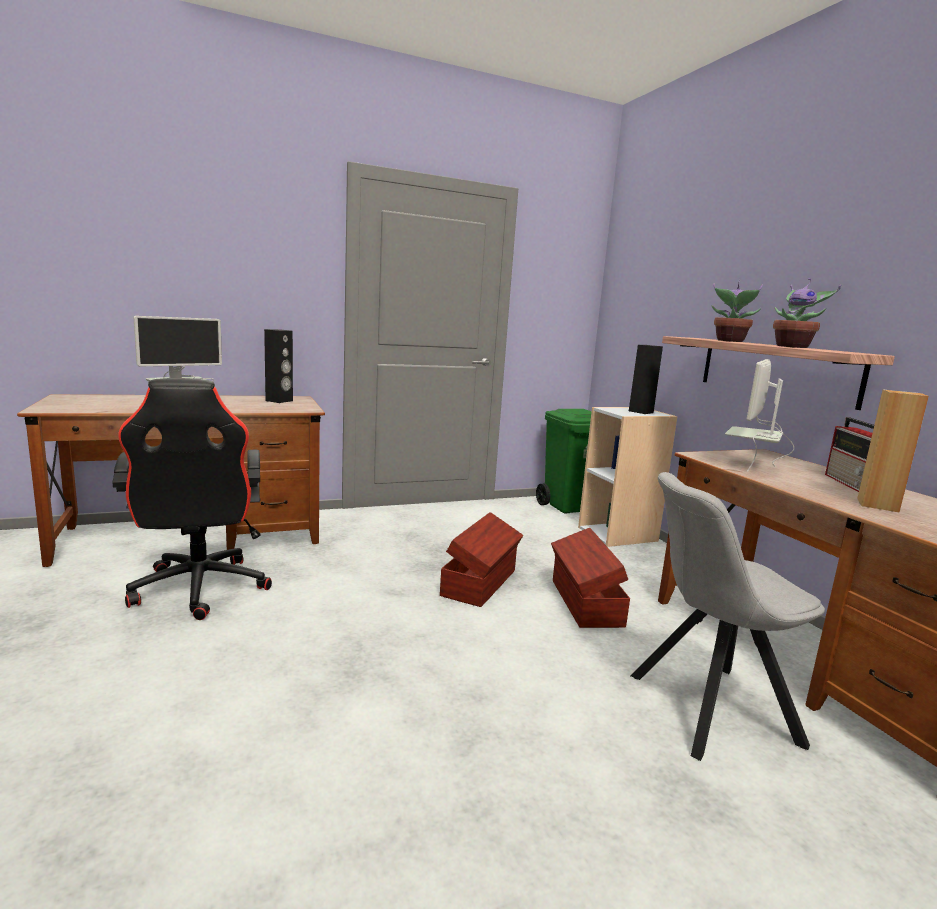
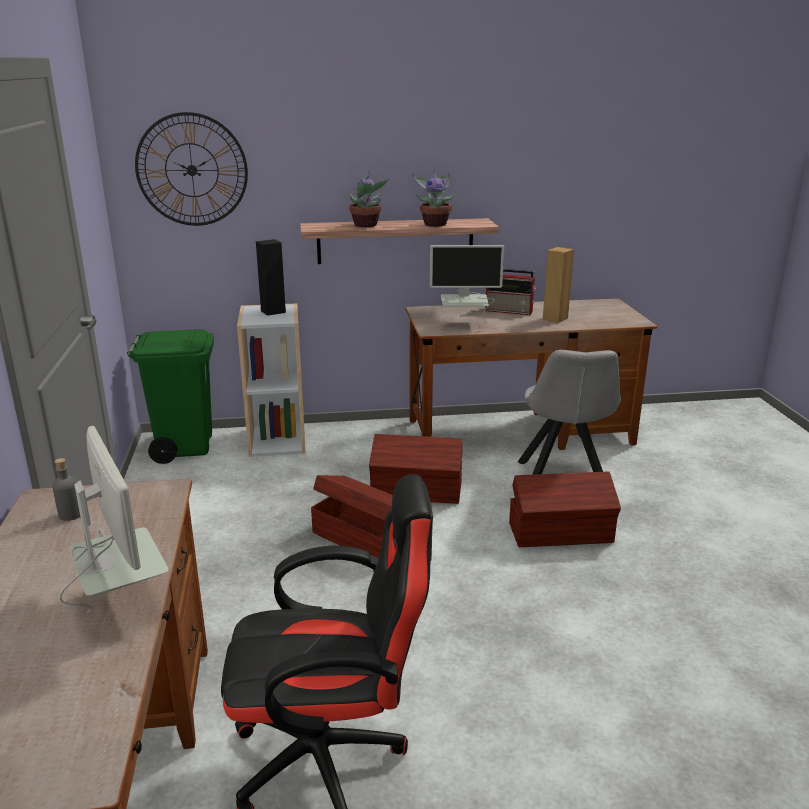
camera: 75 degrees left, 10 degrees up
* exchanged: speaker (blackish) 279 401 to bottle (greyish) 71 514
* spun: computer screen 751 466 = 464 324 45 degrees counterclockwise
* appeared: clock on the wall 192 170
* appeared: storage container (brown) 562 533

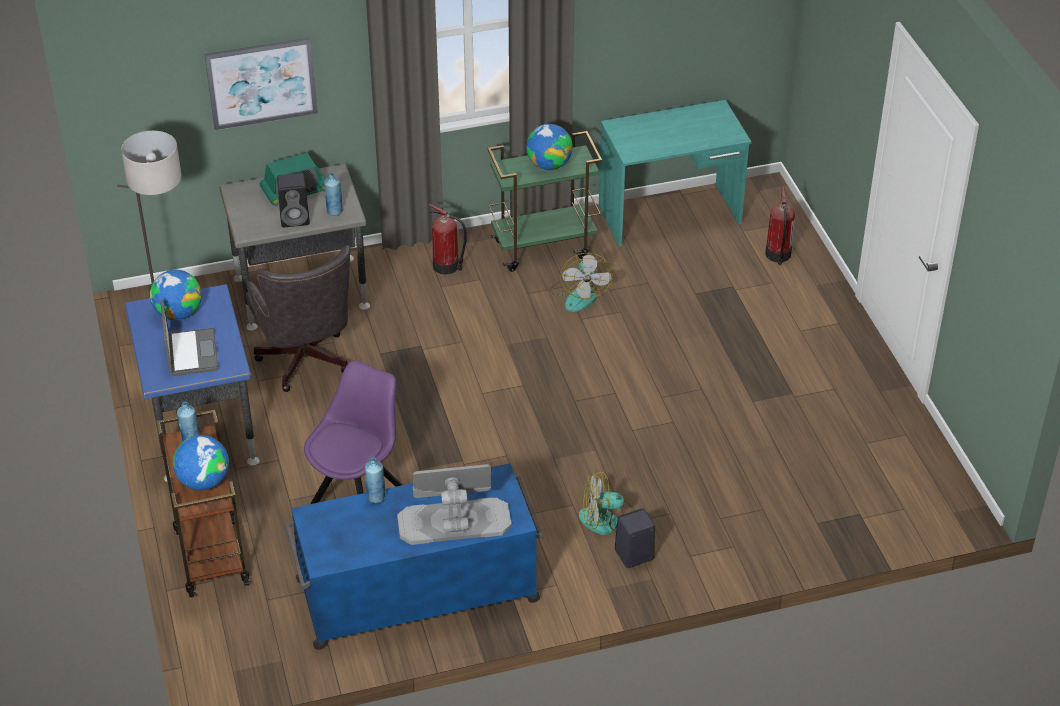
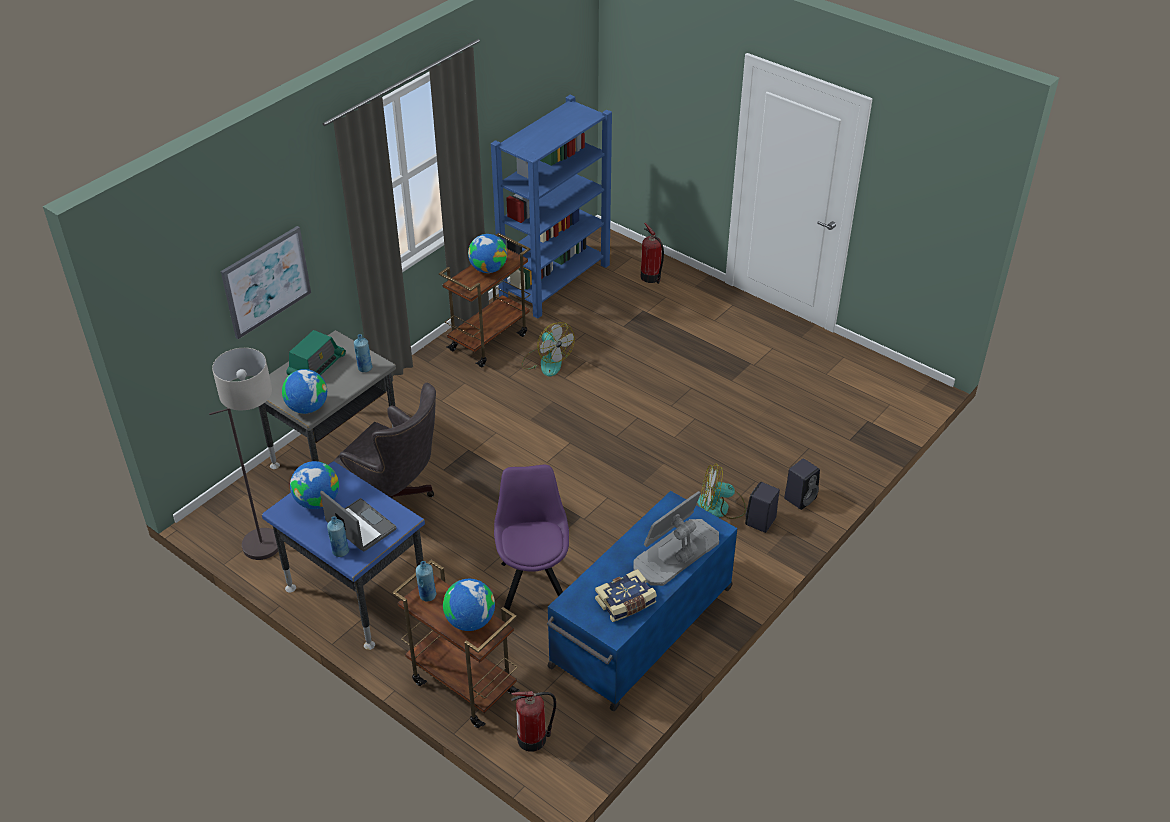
camera: 35 degrees left, 0 degrees up
* exchanged: desk unit (turquoise-coloured) 670 215 to bookshelf (blue) 555 281
* colour: trolley (green-coloured) 544 249 to trolley (brown) 490 341
* relocated: speaker (blackish) 296 218 to 800 497
* relocated: extinguisher 447 266 to 533 738
* relocated: bottle (blue) 376 497 to 340 551
* spun: cooling fan 608 521 = 721 507 45 degrees clockwise
* appeared: world globe 307 408
* appeared: volume 626 603

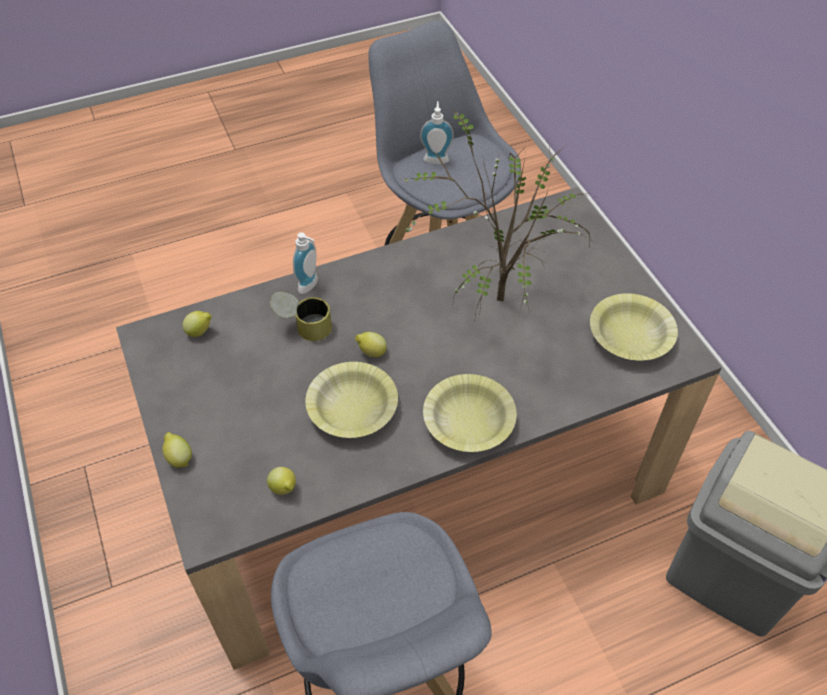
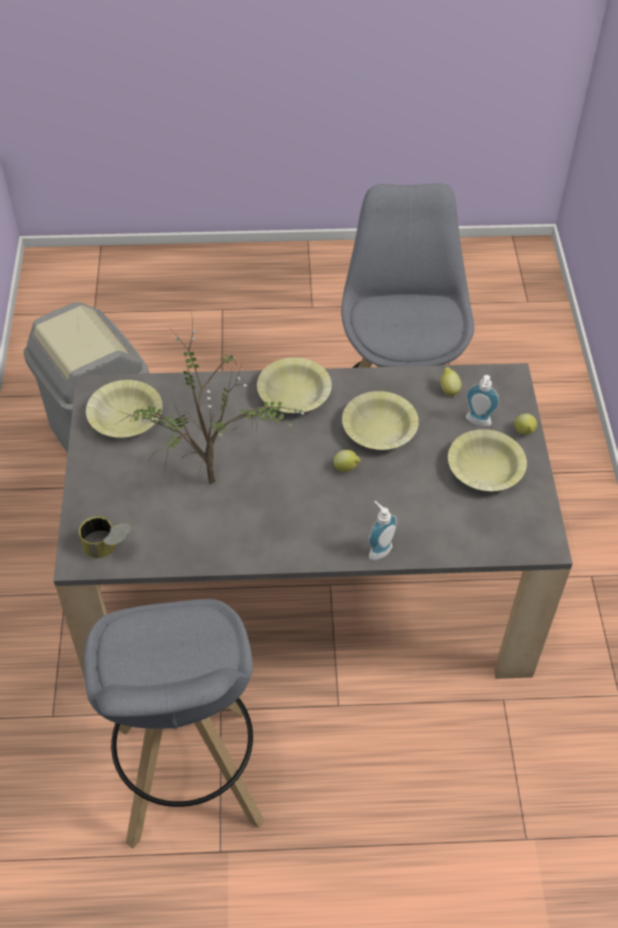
camera: 160 degrees left, 0 degrees up
* relocated: soap dispenser 436 158 to 477 422
* relocated: can 303 327 to 108 548
* missing: lemon 200 331
* appeared: bowl (yellow-coloured) 485 469

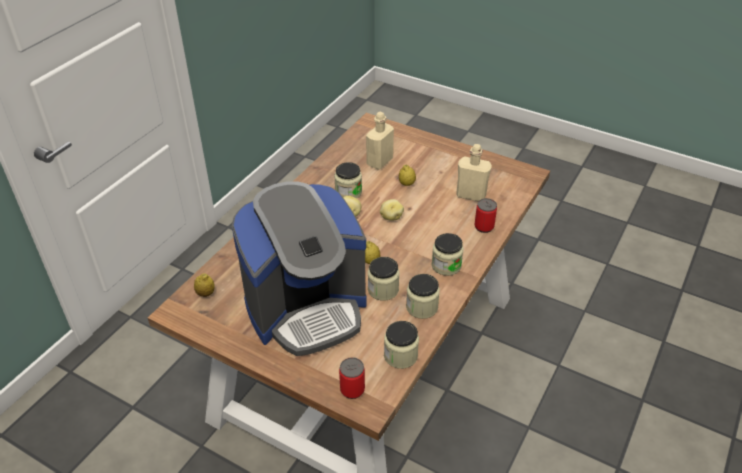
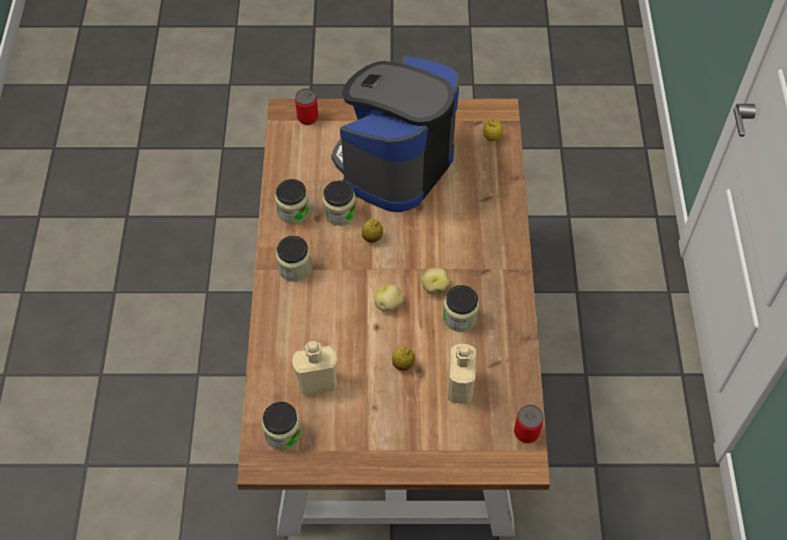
camera: 150 degrees right, 15 degrees up
* relocated: can 484 227 to 526 432
* relocated: preserve jar 400 355 to 283 433

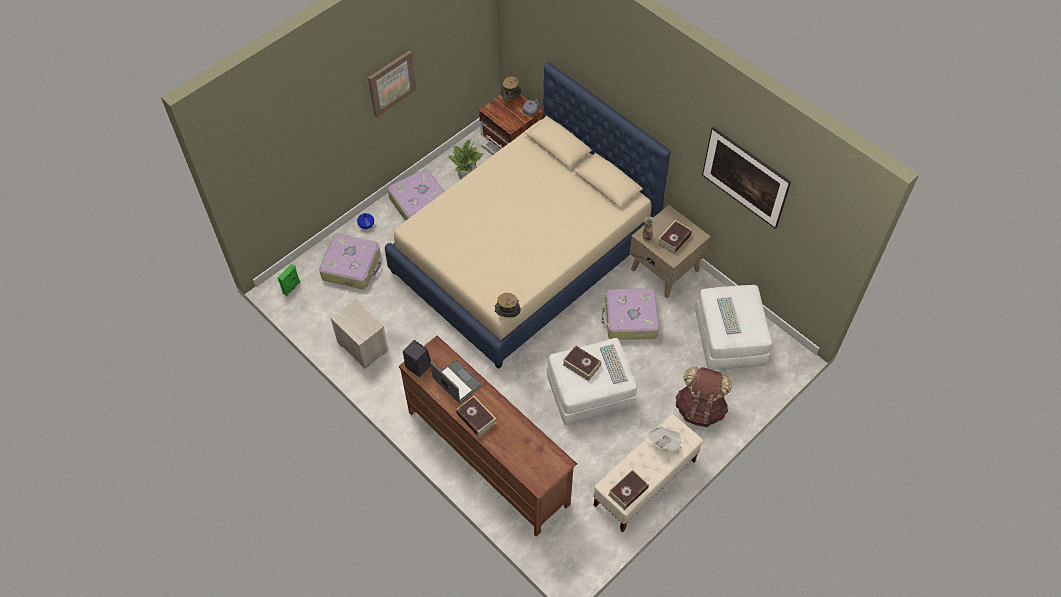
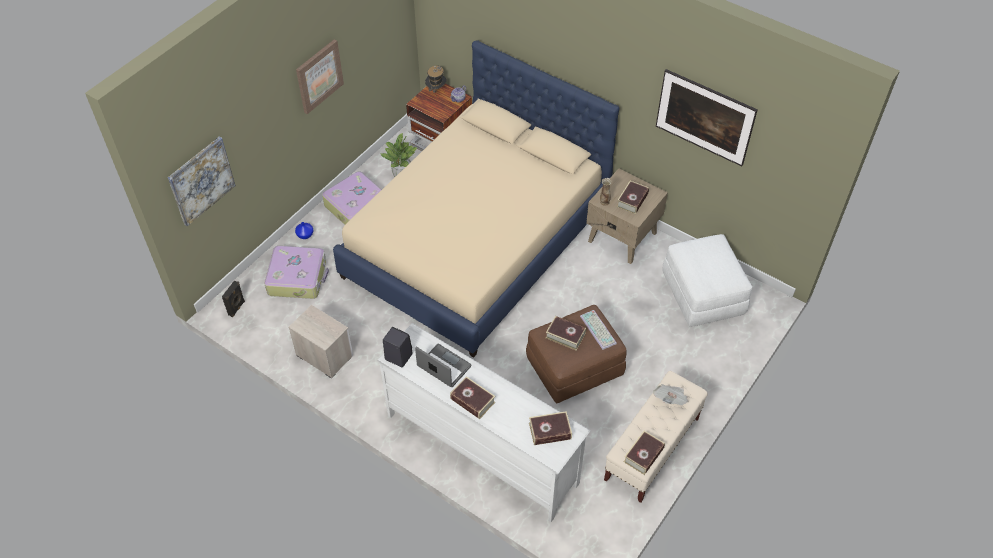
camera: 10 degrees left, 5 degrees down
* colour: speaker (green-coloured) 292 288 to speaker (blackish) 237 308
* missing: piece of luggage 630 319
* missing: wearable hat 507 315
* missing: PC keyboard 730 316
* colour: dresser (brown) 488 457 to dresser (white) 482 448
* colour: pouffe (white) 590 392 to pouffe (brown) 574 366
* missing: backpack (brown) 700 409
* appeared: wall art 201 181
* appeared: volume 550 431

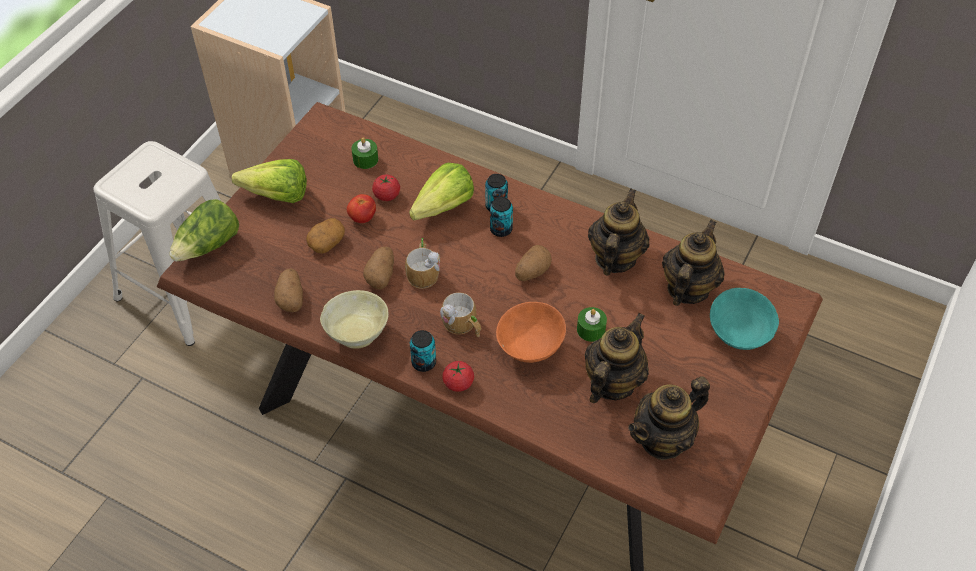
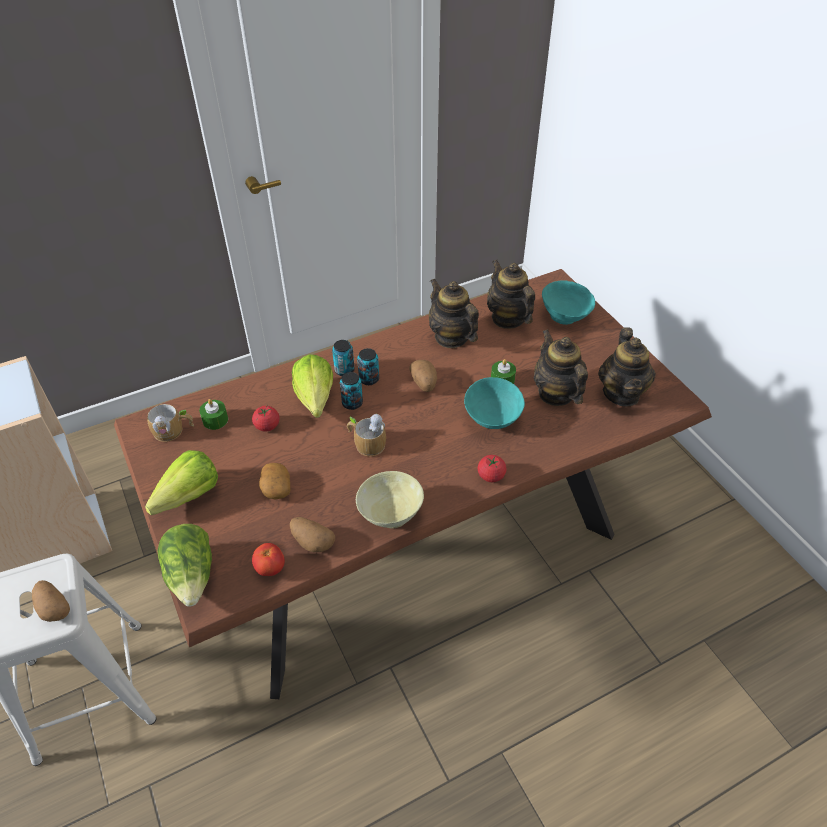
camera: 55 degrees left, 5 degrees down
* relocated: tomato 362 218 to 270 568
* relocated: potato 381 275 to 53 607
* relocated: mug 463 326 to 174 431
* colour: bowl (orangey) 529 348 to bowl (turquoise-coloured) 491 420
* relocated: can 423 362 to 352 403

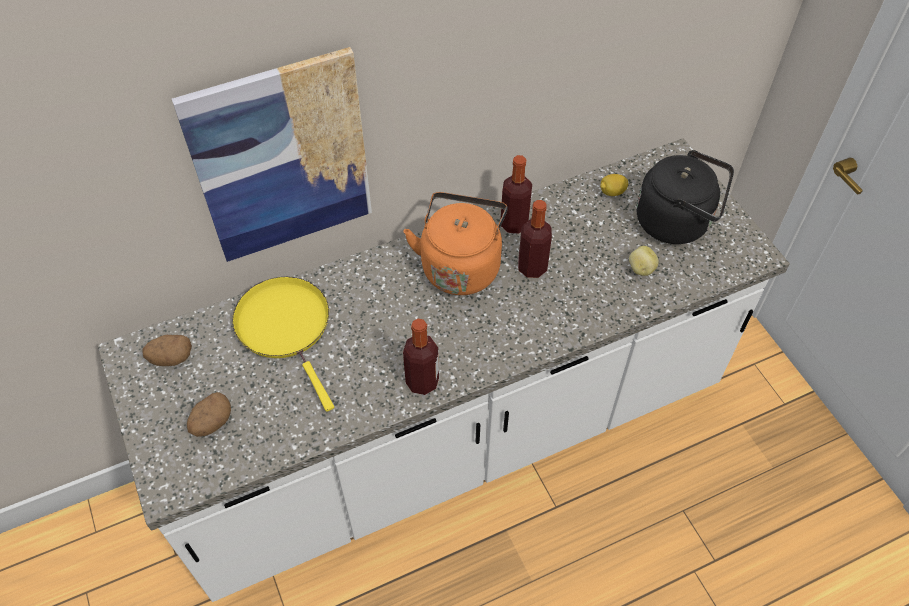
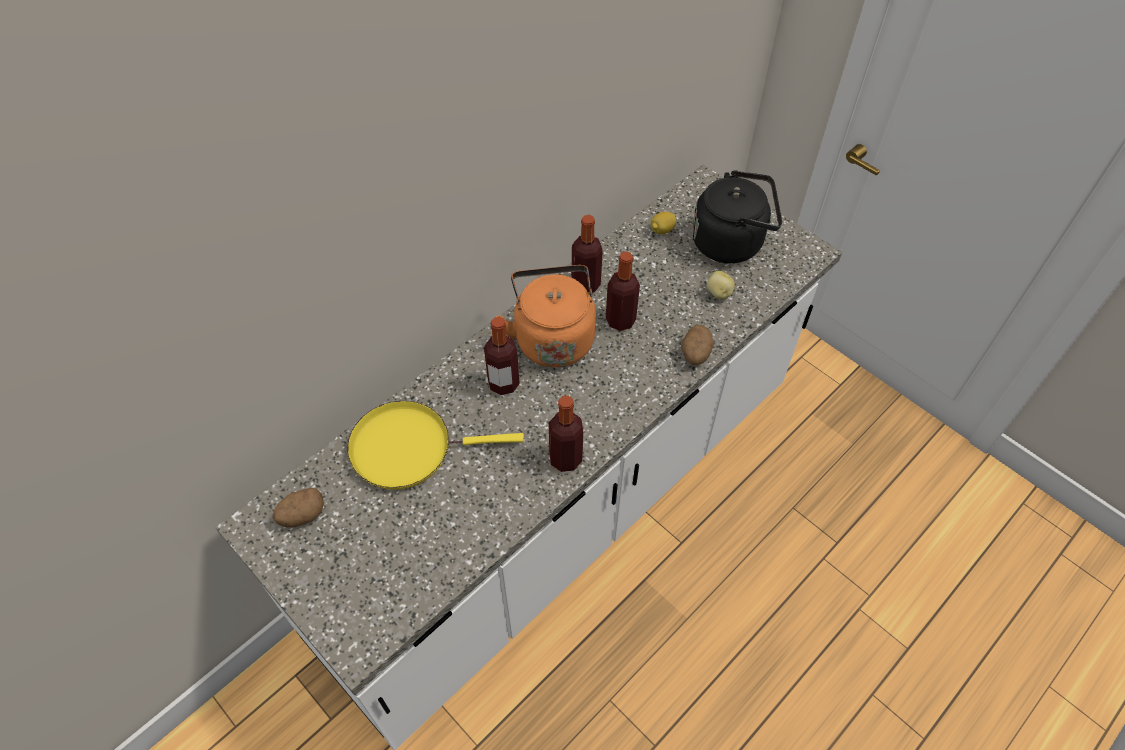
camera: 20 degrees left, 0 degrees up
* missing: wall art 282 159
* spun: skillet (yellow-coloured) 286 327 = 408 448 45 degrees counterclockwise
* relocated: potato 211 422 to 695 354
* appeared: bottle 503 383

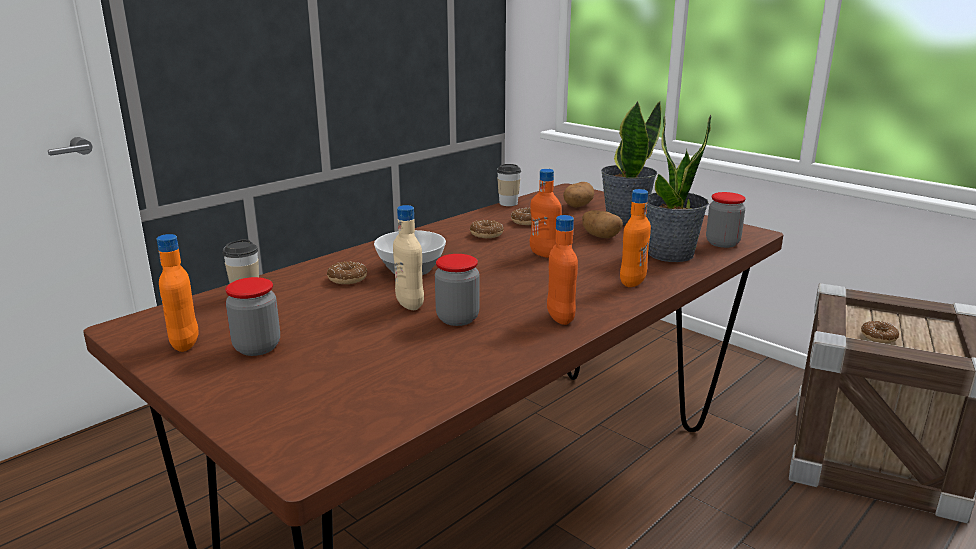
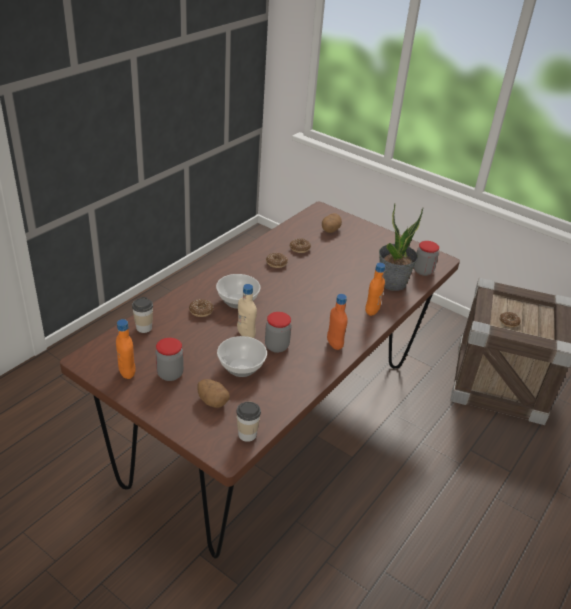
camera: 10 degrees left, 15 degrees up
* missing: potted plant 625 219
* relocated: cup 508 203 to 247 434
* missing: bottle (orangey) 544 254
* relocated: potato 600 236 to 212 401
* appeared: bowl 240 367

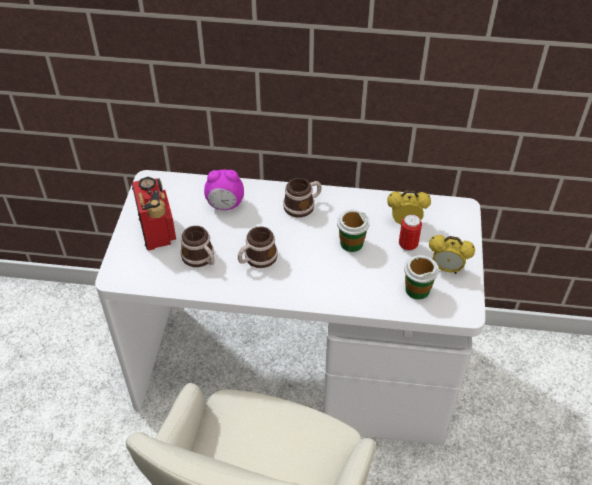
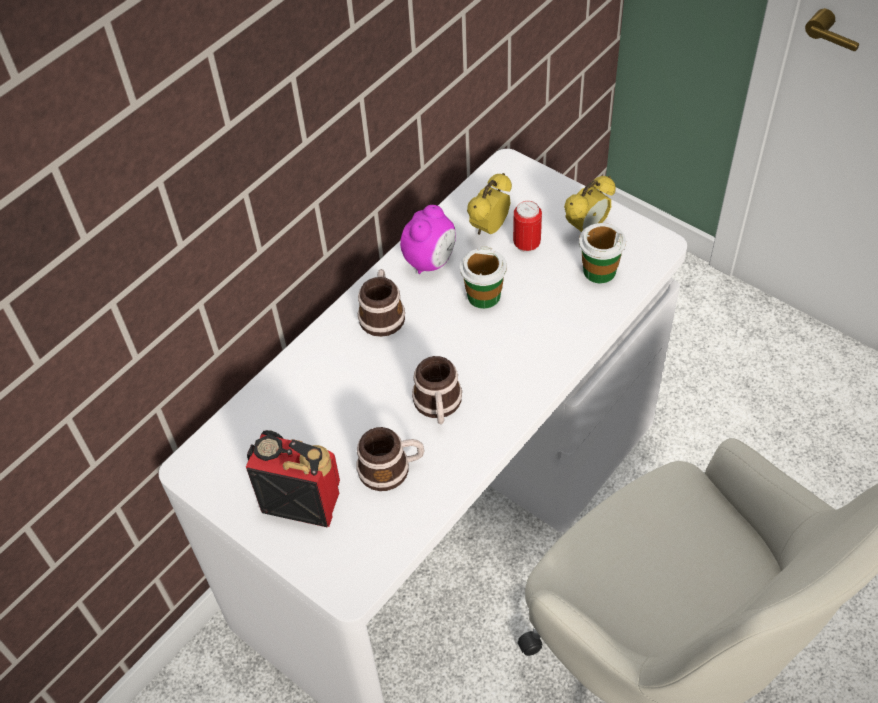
camera: 55 degrees left, 5 degrees up
* relocated: table clock 225 205 to 430 261

